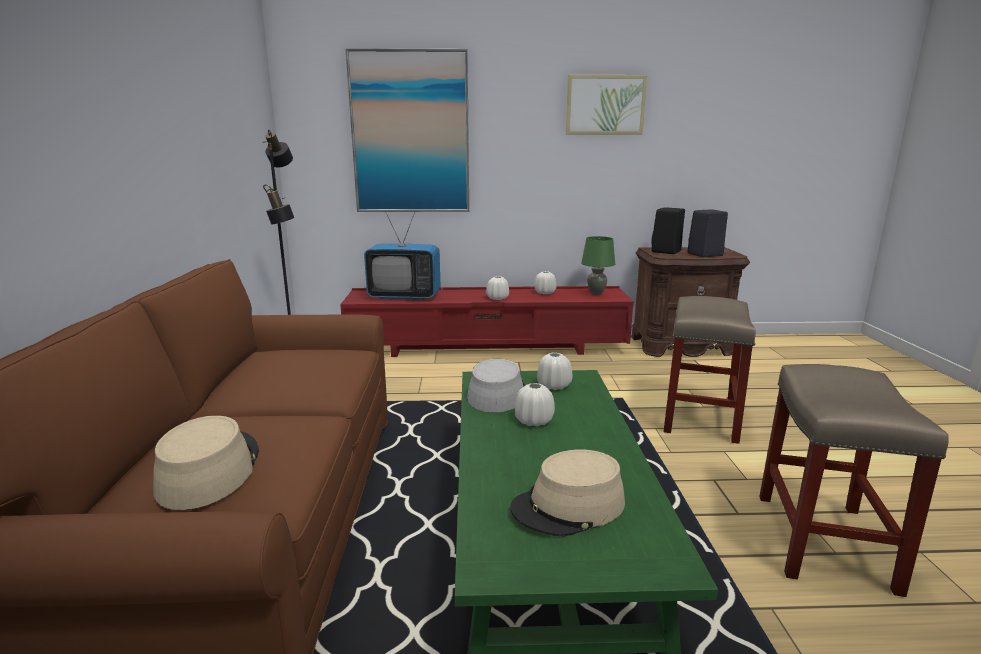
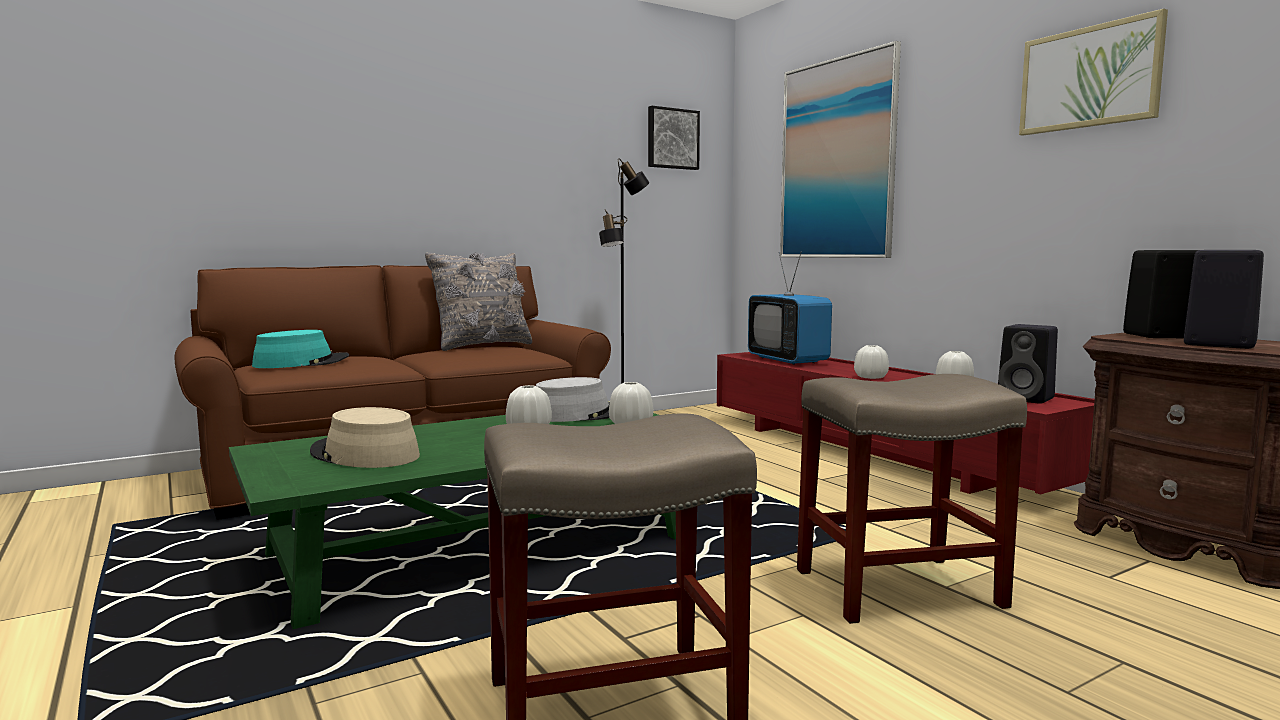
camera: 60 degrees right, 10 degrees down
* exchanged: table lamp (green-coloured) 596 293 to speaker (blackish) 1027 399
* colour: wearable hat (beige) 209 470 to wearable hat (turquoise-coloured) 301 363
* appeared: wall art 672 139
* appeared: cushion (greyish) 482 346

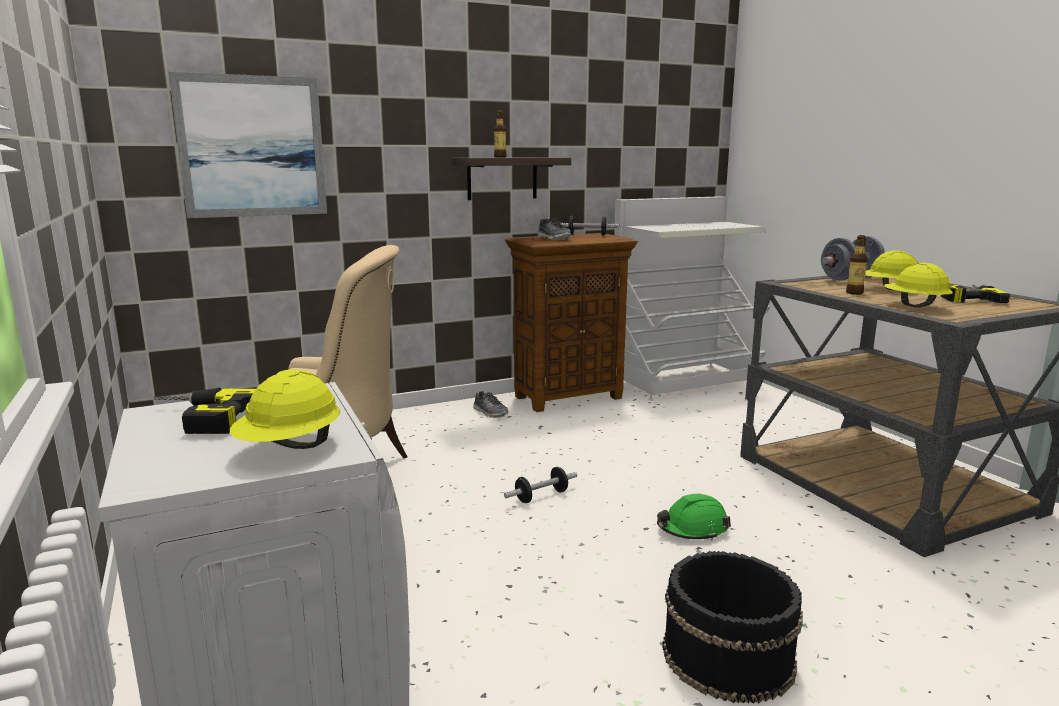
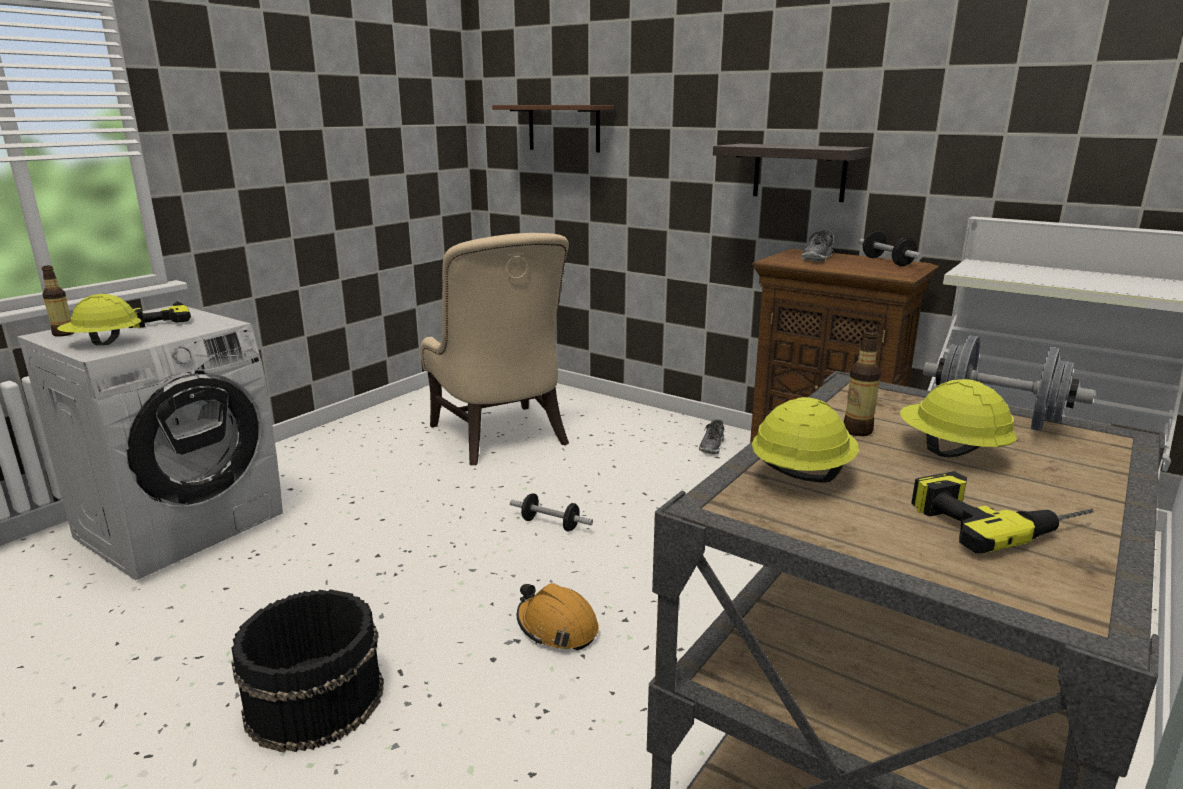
camera: 60 degrees right, 5 degrees up
* exchanged: wall art 252 147 to shelf (brown) 564 128
* relocated: bottle 500 157 to 63 334
* colour: safety helmet (green-coloured) 692 529 to safety helmet (orangey) 557 627

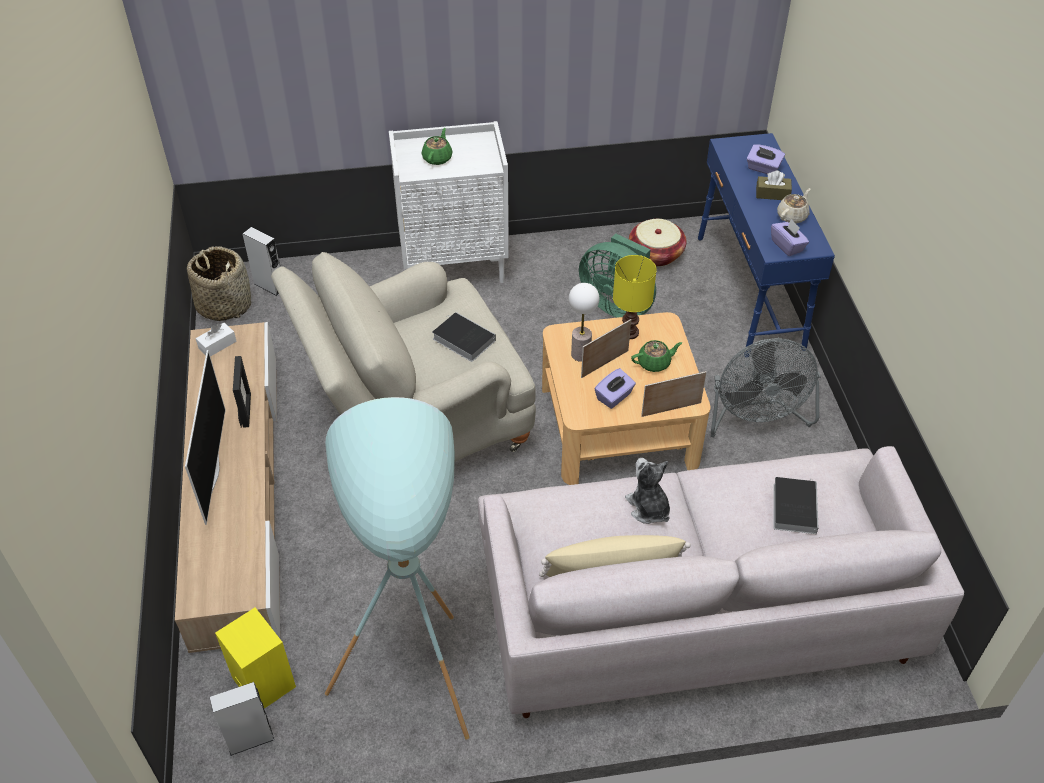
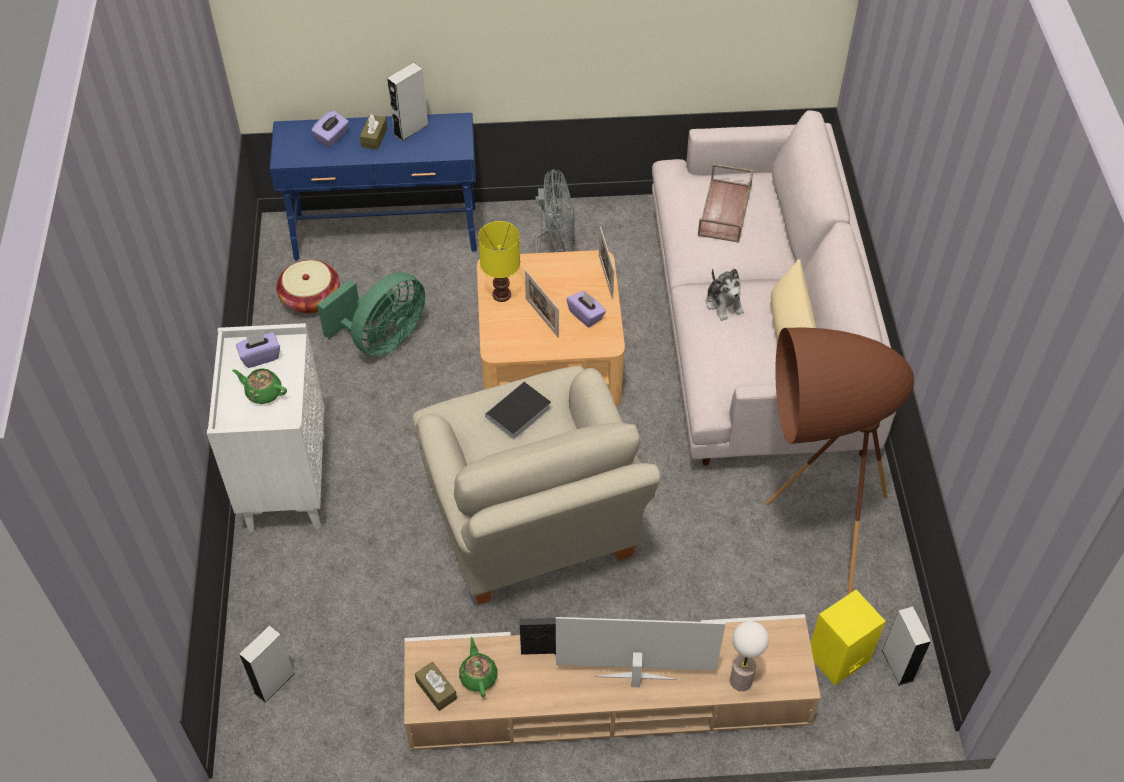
camera: 85 degrees left, 5 degrees up
* exchanged: teapot (beige) 792 216 to speaker (greyish) 411 129
* relocated: tissue holder (purple) 787 246 to 260 356
* missing: household basket 224 305
* relocated: table lamp 580 354 to 741 681
* colour: tissue holder (white) 217 345 to tissue holder (brown) 436 690
* relocated: teapot (green-coloured) 654 363 to 478 676
* colour: standing lamp (turquoise-coloured) 414 655 to standing lamp (brown) 807 533
* spun: soft toy 648 508 = 723 303 90 degrees counterclockwise
* exchanged: volume 794 506 to carrying tray (brown) 725 211

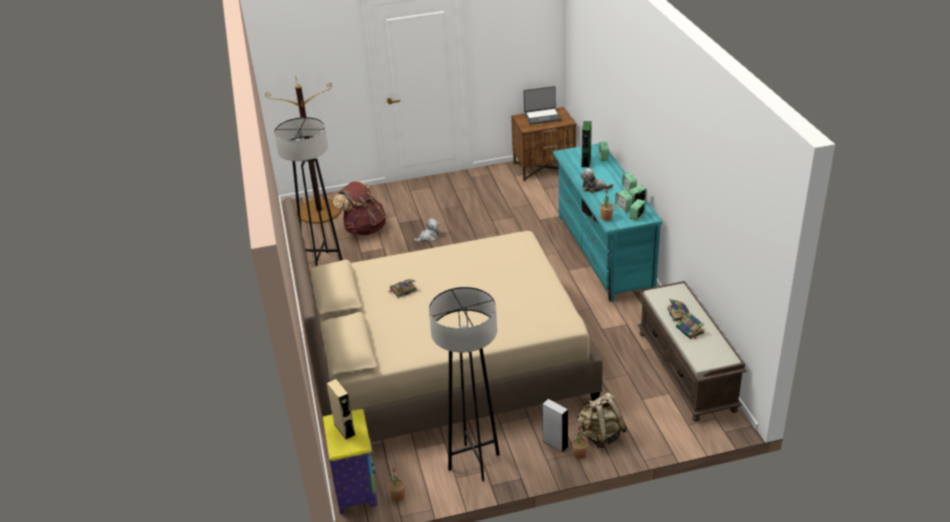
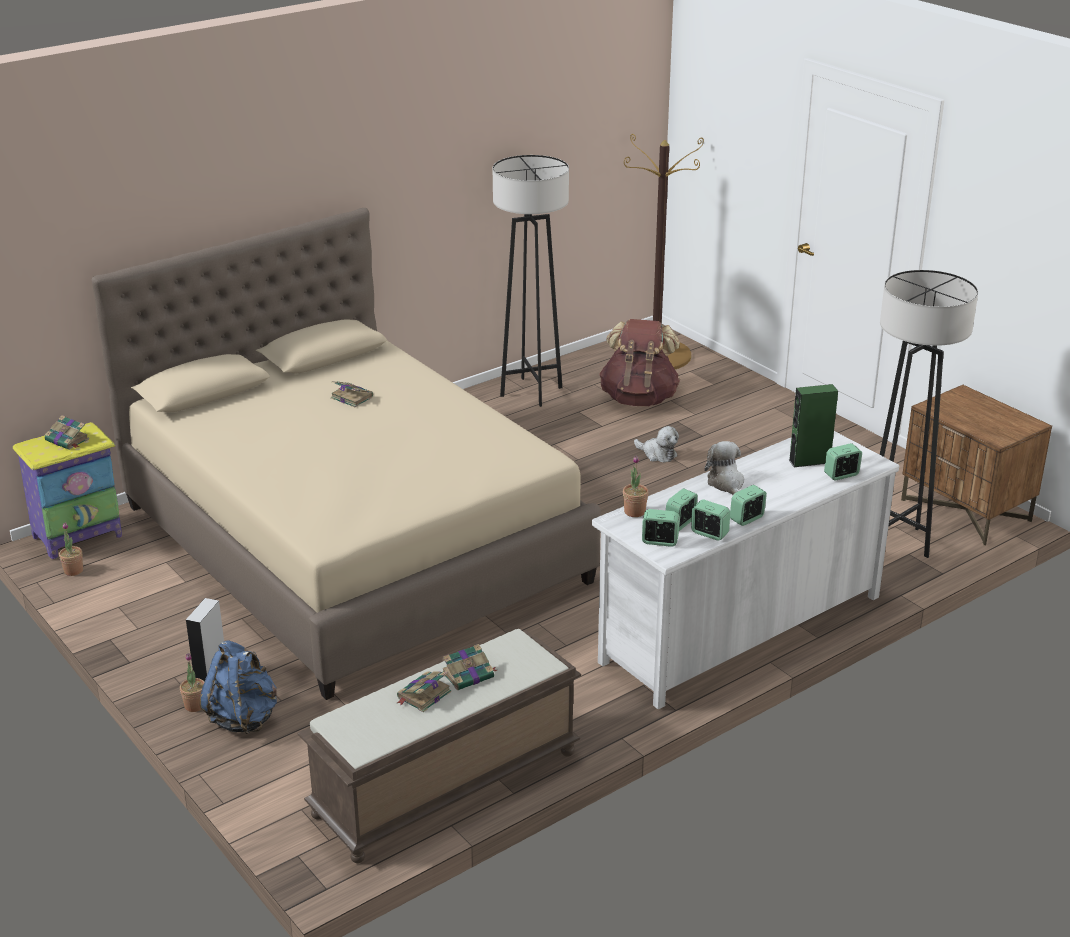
camera: 65 degrees right, 5 degrees down
* missing: notebook computer 542 116
* colour: dresser (turquoise-coloured) 603 254 to dresser (white) 739 628
* relocated: standing lamp (greyish) 474 462 to 896 542
* exchanged: speaker (beige) 344 429 to volume 68 440
* colour: backpack (beige) 600 435 to backpack (blue) 243 718

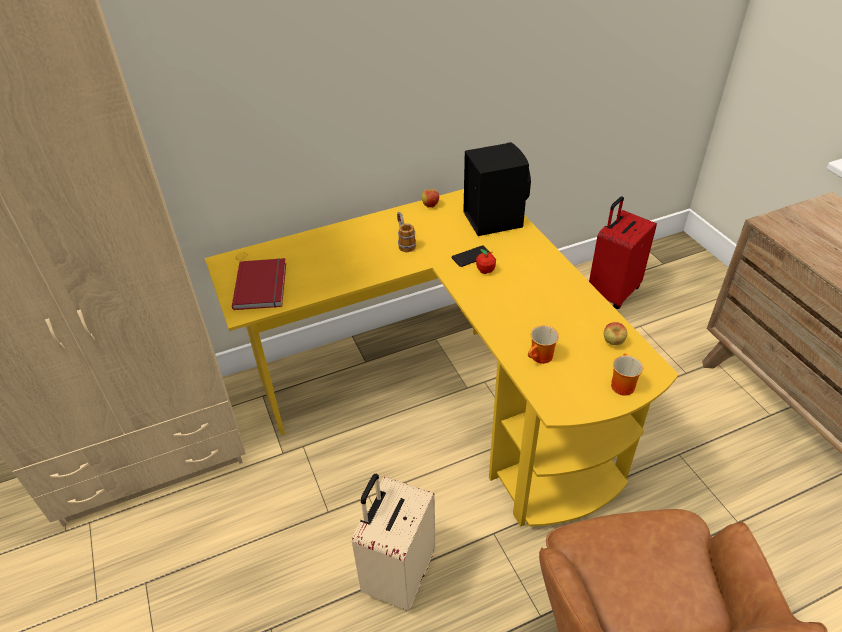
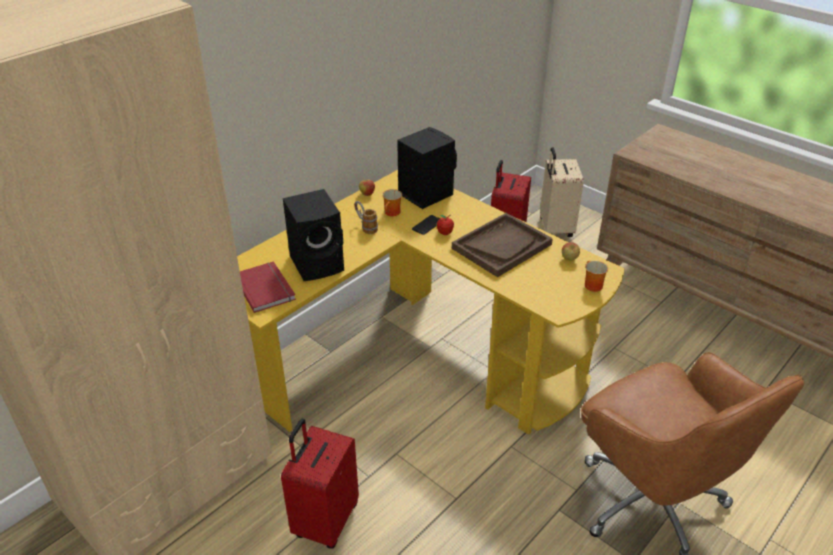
camera: 25 degrees left, 5 degrees down
* relocated: mug 541 358 to 393 213
* relocated: piece of luggage (beige) 398 574 to 554 228
* appeared: speaker (blackish) 319 263
* appeared: carrying tray (brown) 501 246
* appeared: piece of luggage (red) 325 520

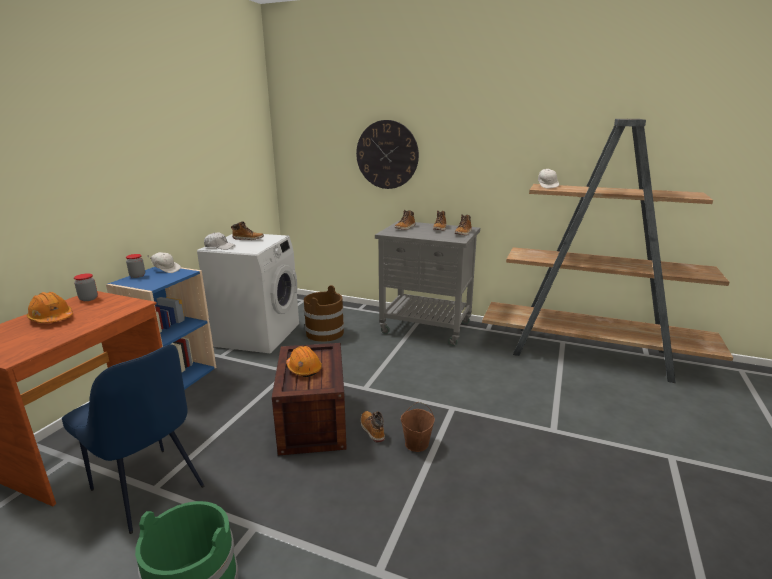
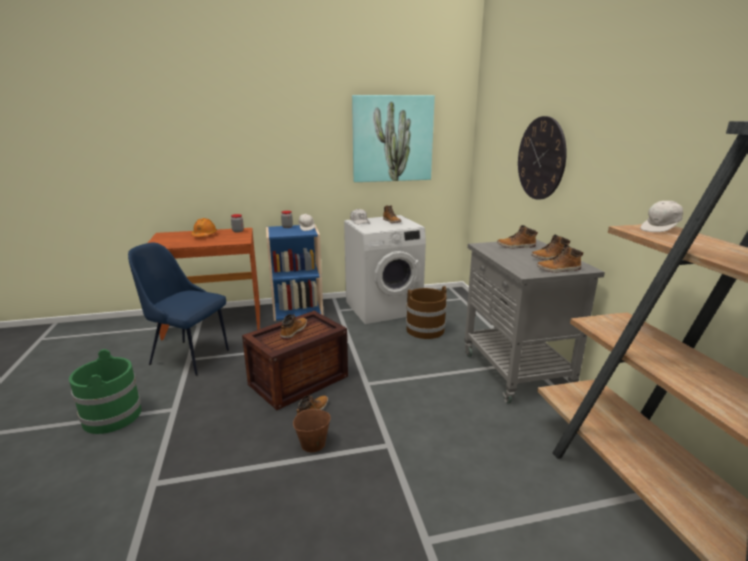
camera: 55 degrees right, 0 degrees up
* spun: upright chair (blue) 149 488 = 188 357 105 degrees clockwise
* exchanged: safety helmet (orangey) 304 369 to high-top boot 293 331
* appeared: wall art 392 139

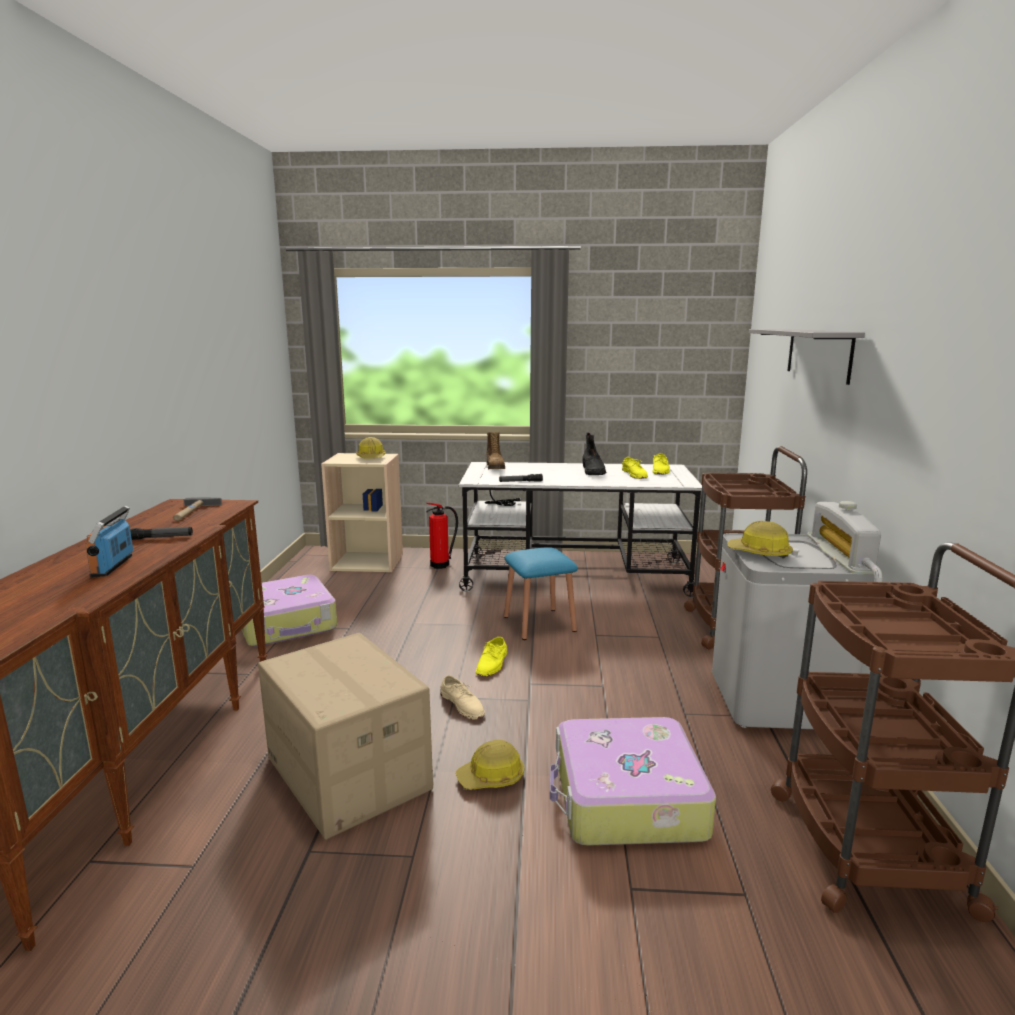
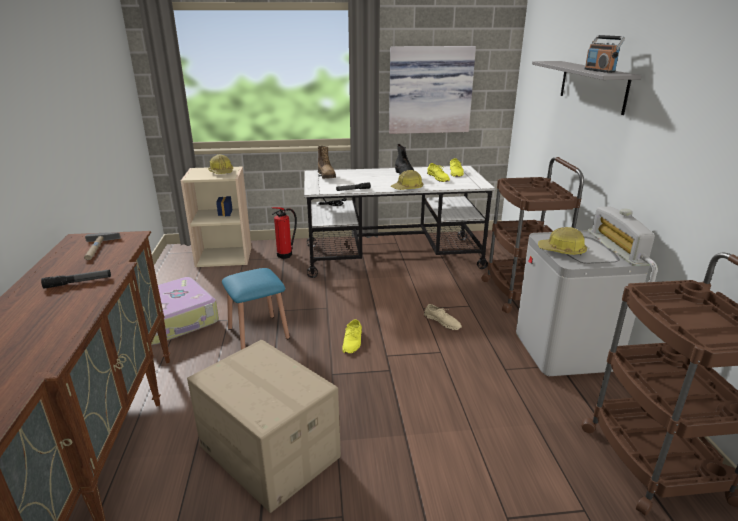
camera: 10 degrees left, 10 degrees up
* relocated: radio receiver 113 566 to 599 71
* relocated: stool (blue) 539 623 to 258 333
* relocated: shoe (beige) 462 704 to 442 321
* missing: piece of luggage 626 799
* relocated: safety helmet 491 777 to 407 188
* appeared: wall art 430 90

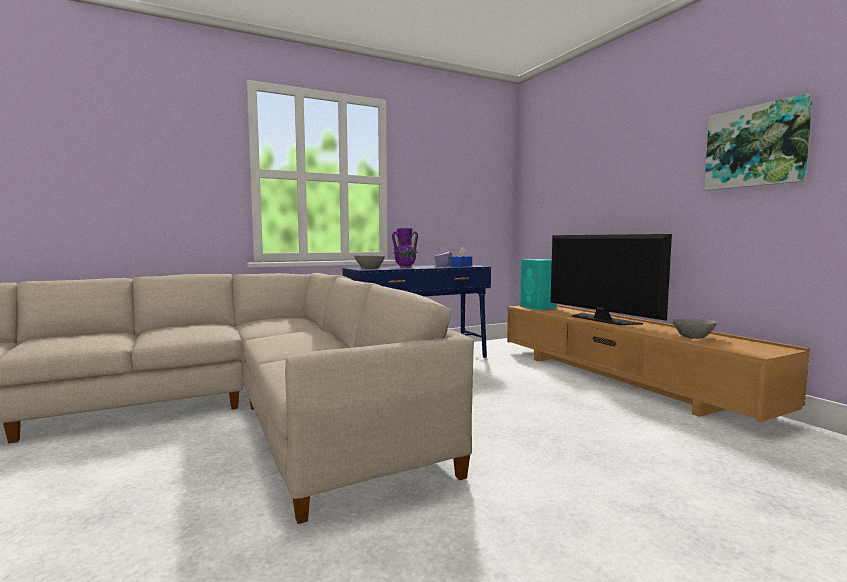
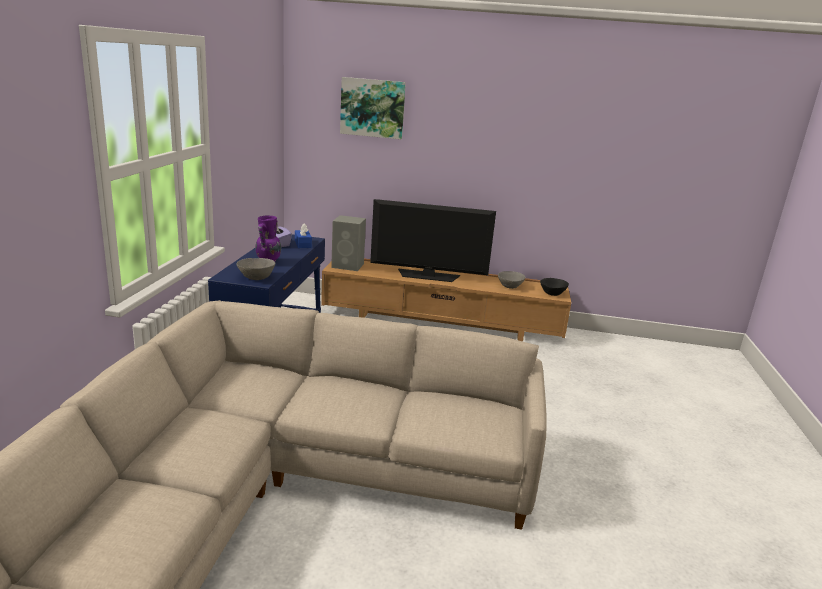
camera: 55 degrees left, 15 degrees up
* relocated: wall art 755 146 to 372 108
* colour: speaker (turquoise-coloured) 538 307 to speaker (greyish) 348 266
* appeared: bowl (blackish) 552 293

